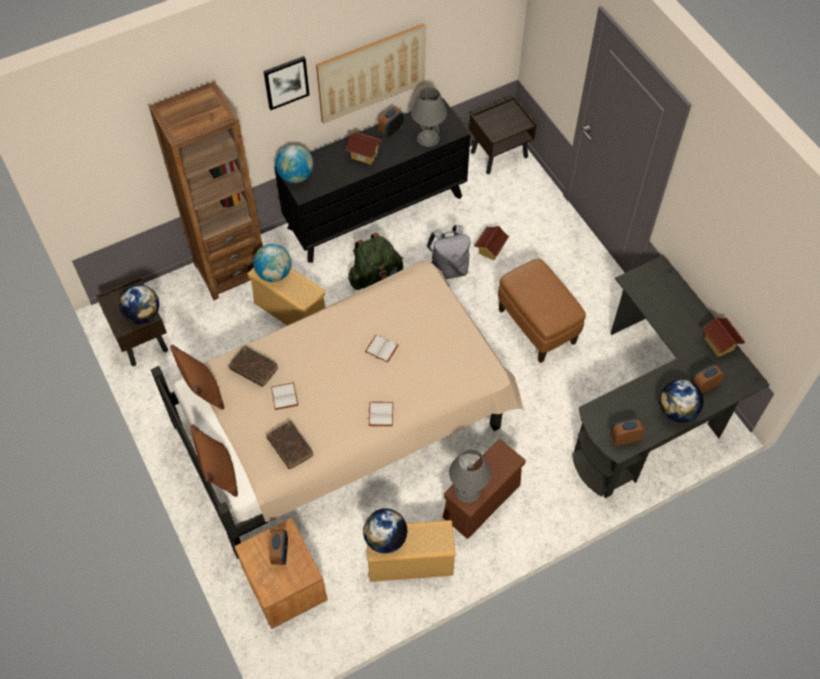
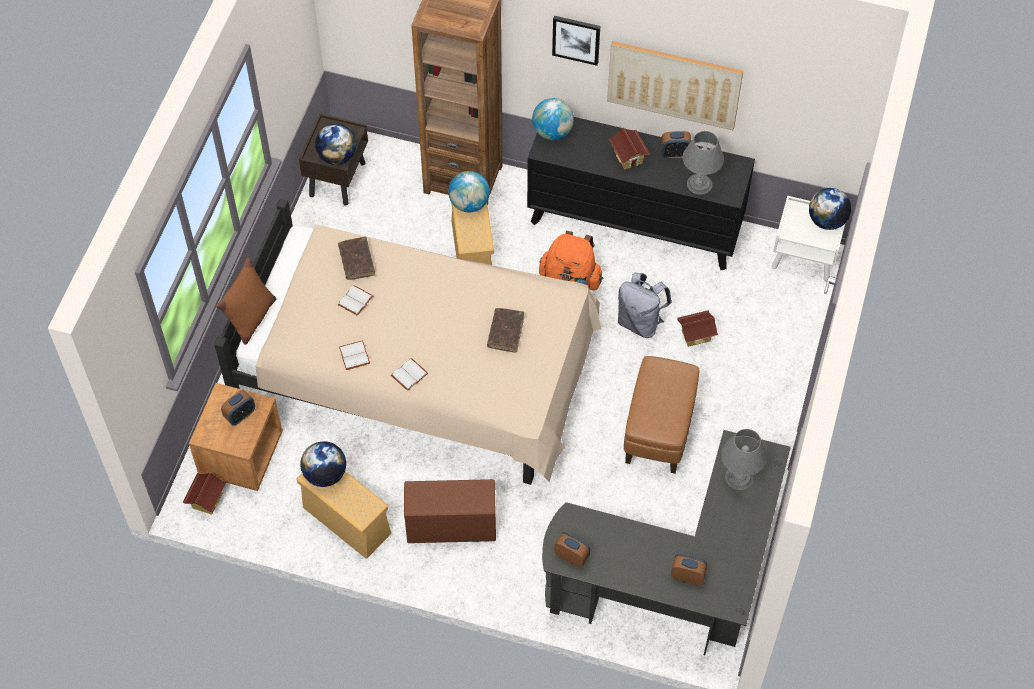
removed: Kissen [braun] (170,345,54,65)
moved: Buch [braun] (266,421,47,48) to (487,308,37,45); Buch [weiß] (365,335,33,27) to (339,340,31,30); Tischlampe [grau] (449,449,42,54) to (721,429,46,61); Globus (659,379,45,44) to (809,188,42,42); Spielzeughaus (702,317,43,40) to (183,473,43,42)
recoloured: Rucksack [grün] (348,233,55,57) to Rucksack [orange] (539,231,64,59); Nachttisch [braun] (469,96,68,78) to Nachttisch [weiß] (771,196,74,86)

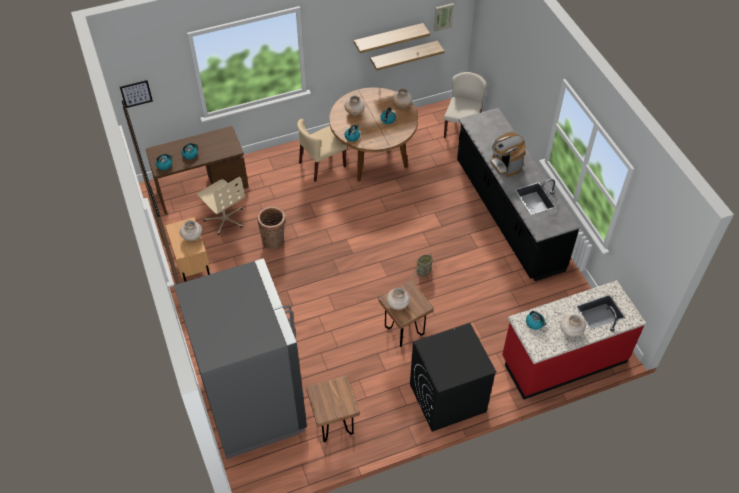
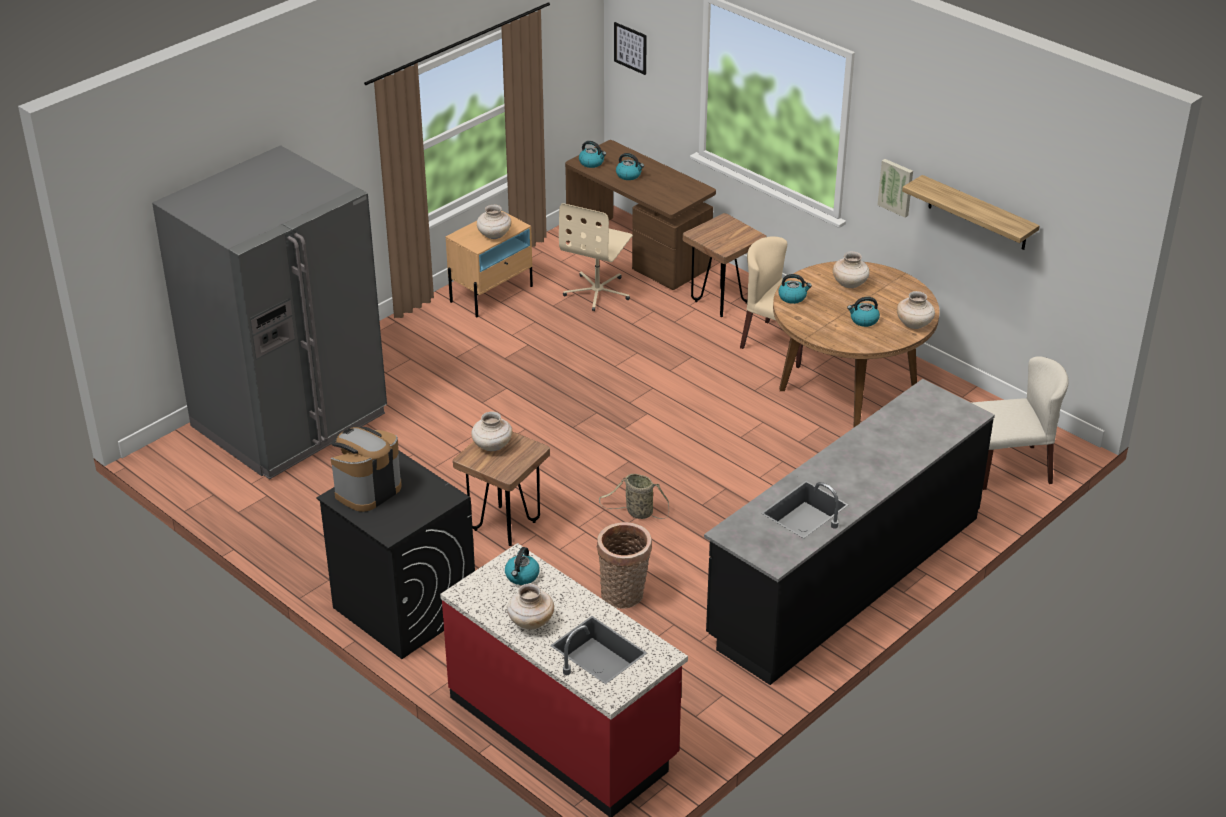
removed: Wandregal (370,41,75,29)
moved: Korb (258,207,28,42) to (597,522,55,87); Hocker [braun] (306,376,54,66) to (683,213,84,104); Bild (434,3,20,29) to (877,159,36,59); Kaffeemaschine (490,132,36,45) to (331,427,71,85)

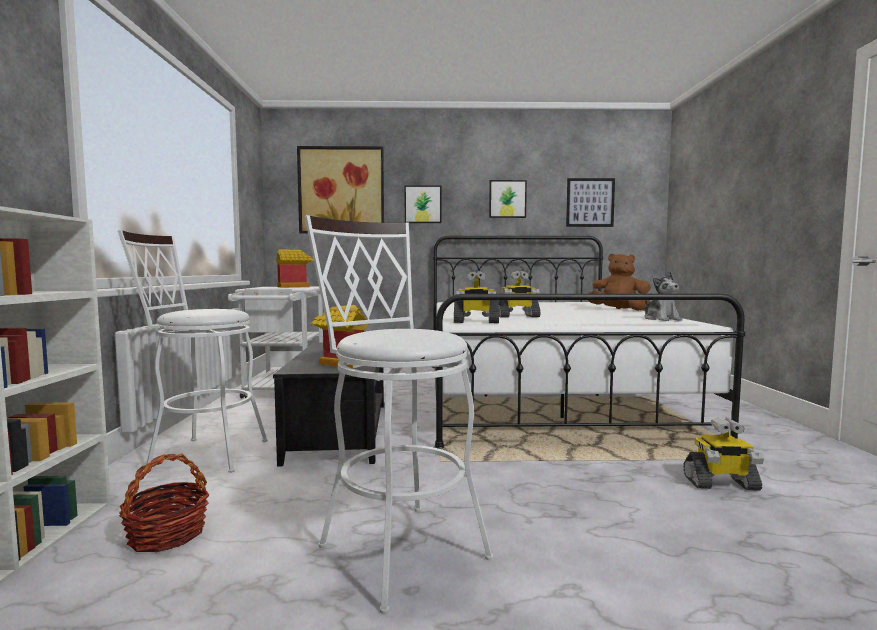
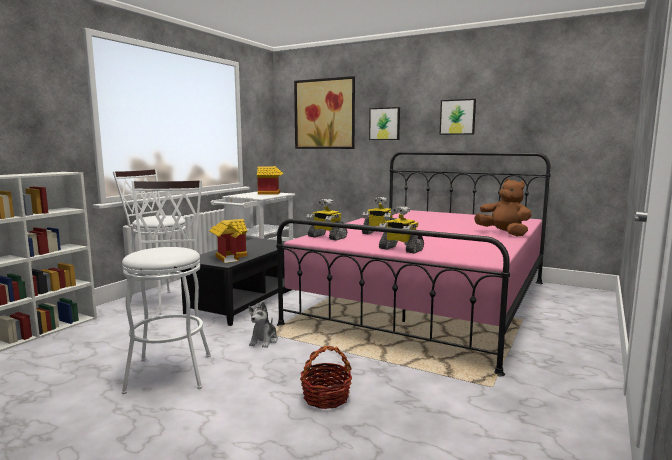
removed: Bild (566,178,49,49)
moved: Korb (119,454,90,98) to (300,346,52,63); Plüschtier (644,271,38,50) to (248,302,30,46); Spielzeugroboter (683,417,81,74) to (379,206,45,48)
recoloured: Bett [weiß] (432,236,313,213) to Bett [rosa] (276,151,275,226)

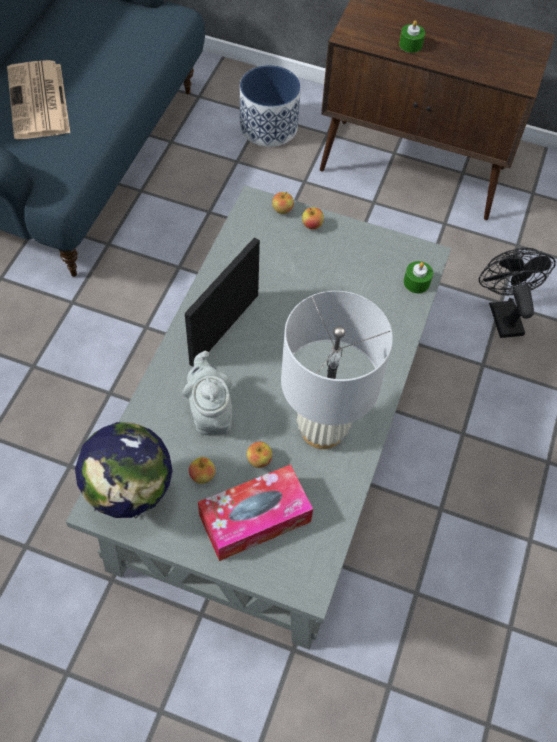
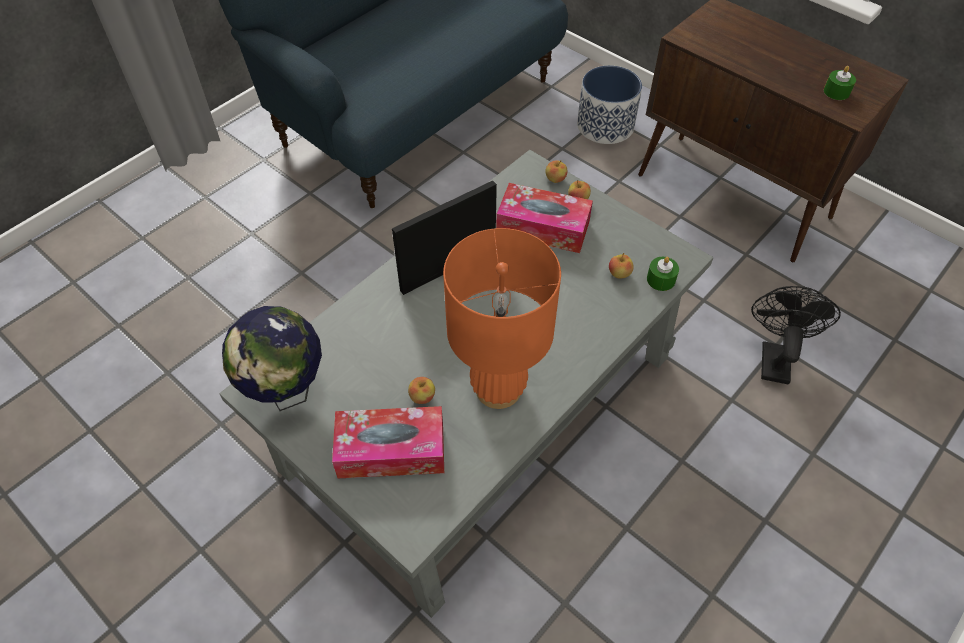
removed: Zeitung (7,60,63,79); Teekanne [grau] (182,351,50,84)
added: Taschentuchbox (496,183,97,70)
moved: Apfel (189,457,27,27) to (609,253,25,26); Kerze [grün] (399,20,26,33) to (824,66,32,34)
recoloured: Tischlampe [weiß] (281,291,112,158) to Tischlampe [orange] (443,228,118,181)

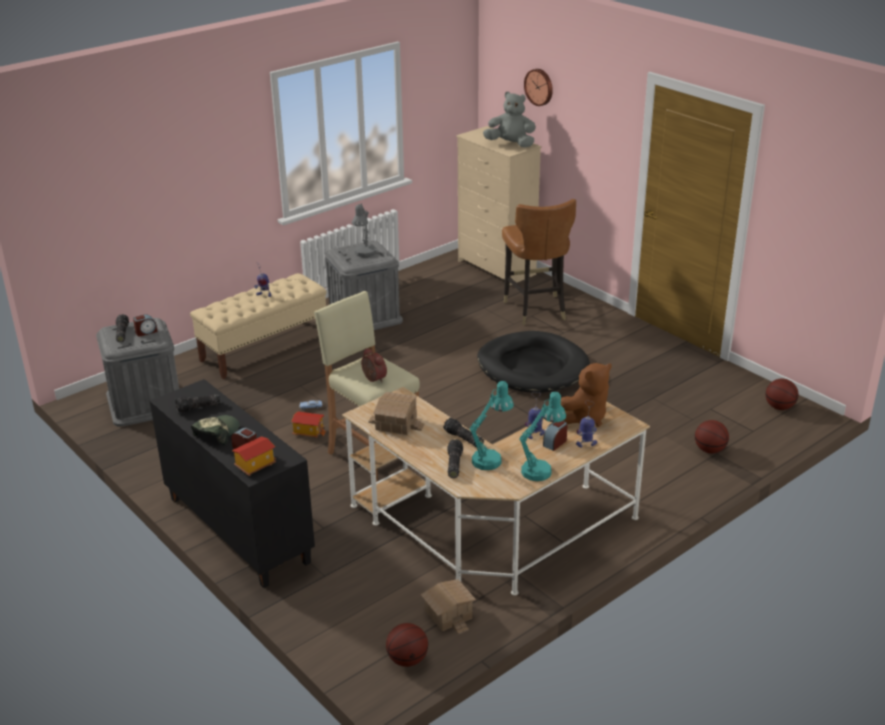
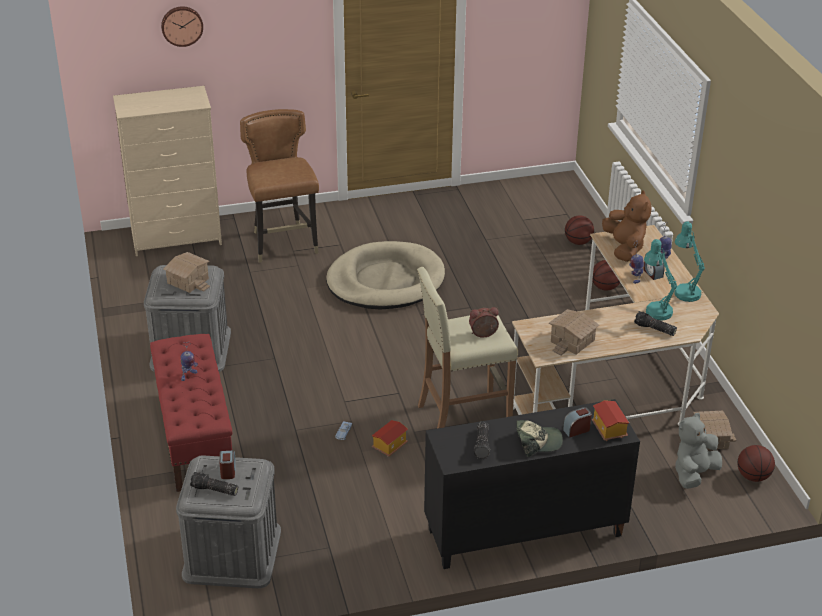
removed: Taschenlampe (443,418,41,30)
moved: Plüschtier [grau] (483,91,53,57) to (675,413,47,76); Basketball (766,379,32,31) to (592,260,28,31)
replaced: Tischlampe [grau] (352,203,24,54) to Spielzeughaus (163,252,47,41)
recoloured: Bank [beige] (190,273,137,106) to Bank [rot] (150,334,82,158); Hundebett [schwarz] (477,331,113,62) to Hundebett [beige] (326,241,119,68)
turned: Kappe (191,415,49,31) = (516,420,47,37) 120 degrees clockwise; Stuhl [braun] (502,199,74,126) = (240,109,79,154) 120 degrees counterclockwise

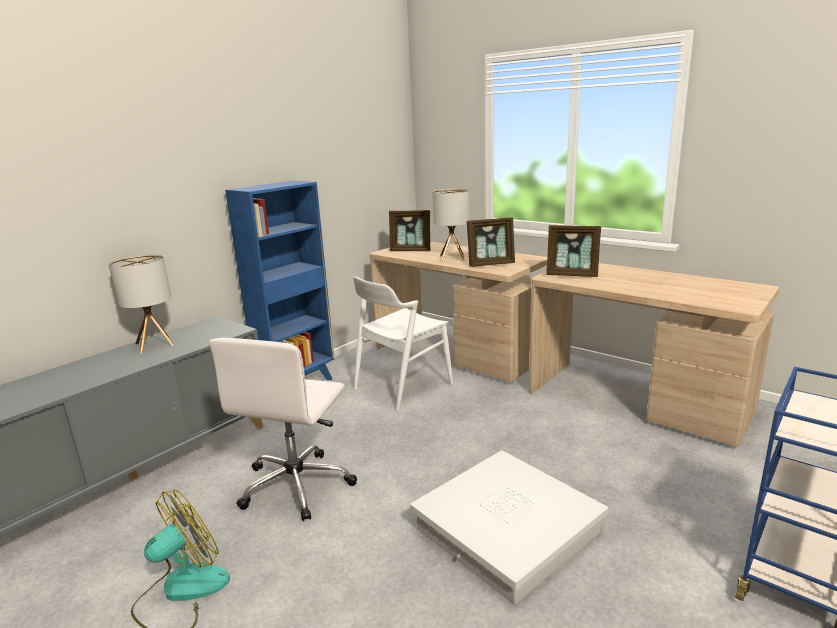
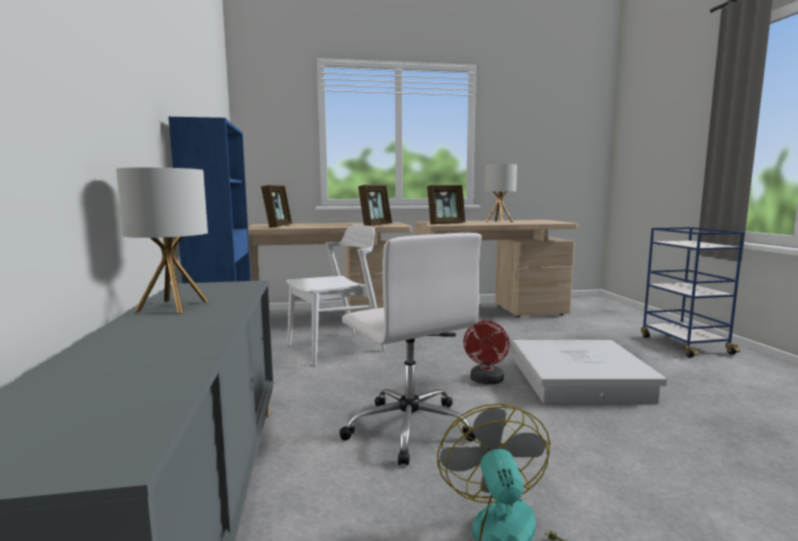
added: Ventilator [rot] (463,321,47,63)
moved: Tischlampe (432,189,38,72) to (484,164,33,59)
turned: Stuhl [weiß] (353,277,100,135) = (286,225,99,141) 120 degrees counterclockwise; Bilderrahmen (389,210,41,41) = (261,185,31,43) 45 degrees counterclockwise

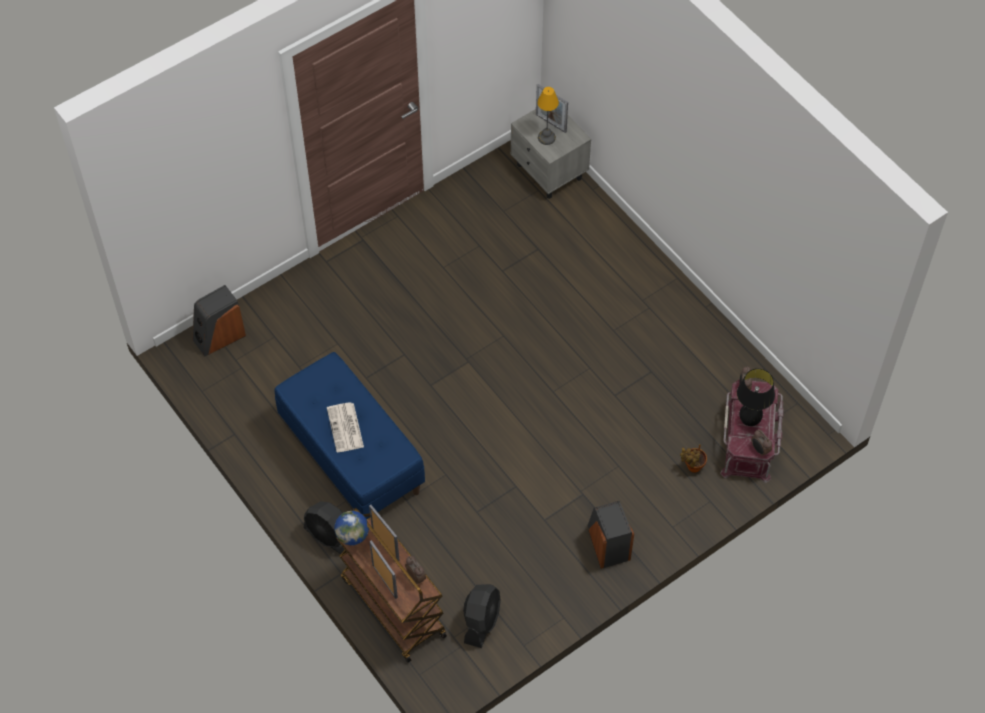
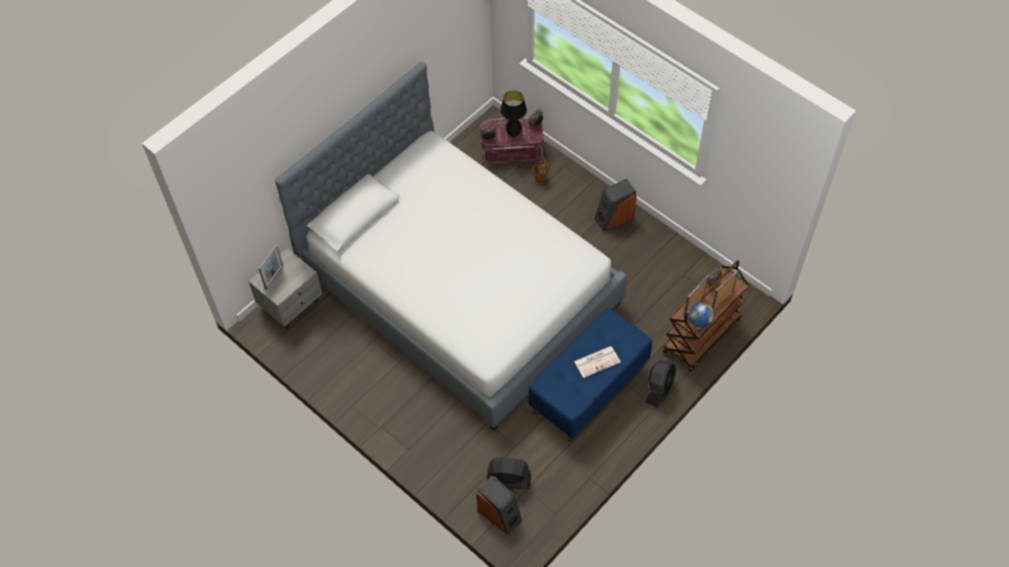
removed: Tischlampe (537,87,22,58)
added: Bett (275,62,352,369)
moved: Ventilator [schwarz] (463,584,38,64) to (487,457,44,32)

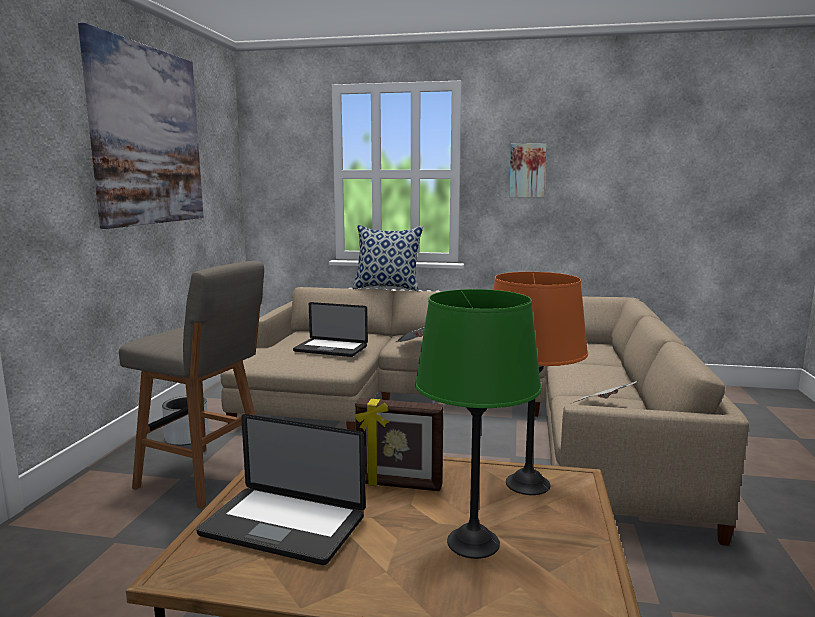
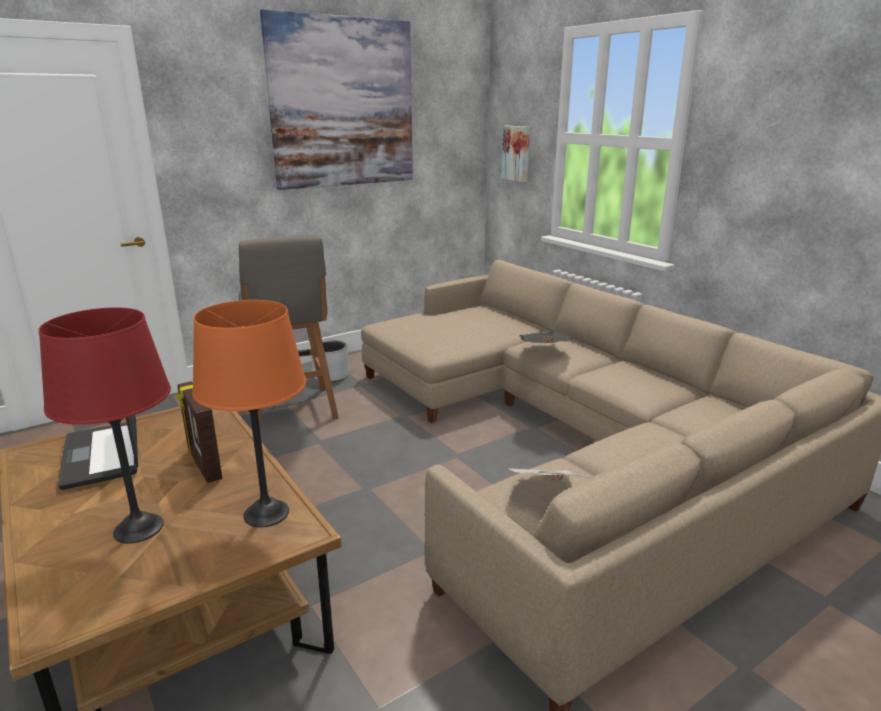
removed: Laptop (293,302,75,55); Kissen (353,225,70,66)
moved: Bild (509,143,37,54) to (501,126,29,56)
recoloured: Tischlampe [grün] (415,289,127,270) to Tischlampe [rot] (38,307,133,237)

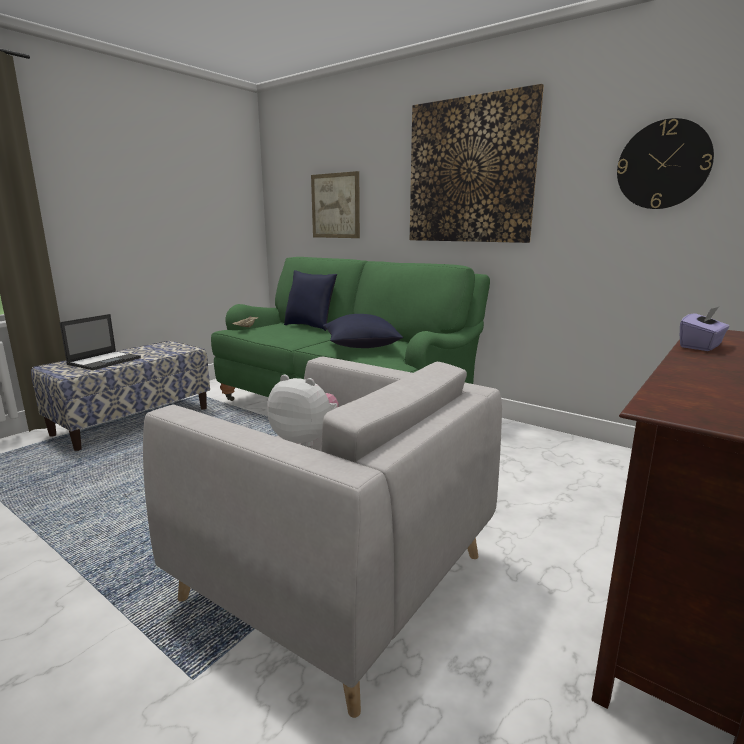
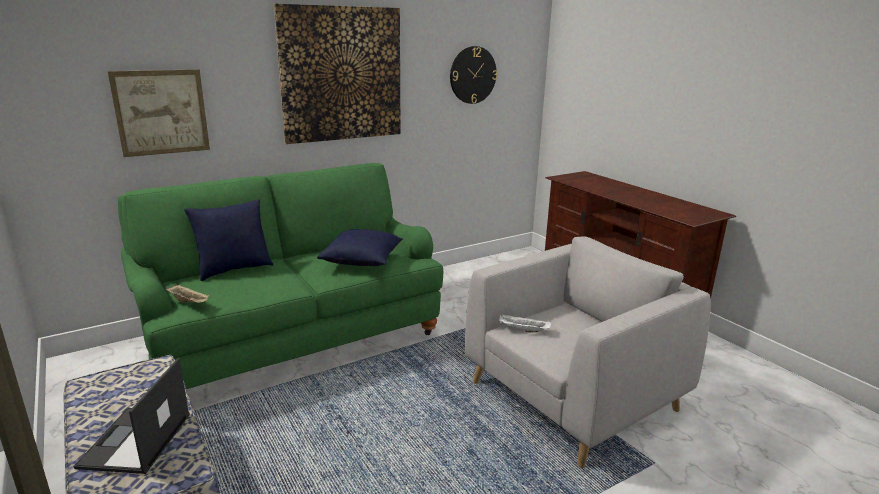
removed: Taschentuchbox [lila] (680,307,50,44)
replaced: Plüschtier (267,374,72,73) to Tablett [weiß] (499,314,52,18)
turned: Laptop (59,314,82,56) = (73,358,117,116) 135 degrees counterclockwise

